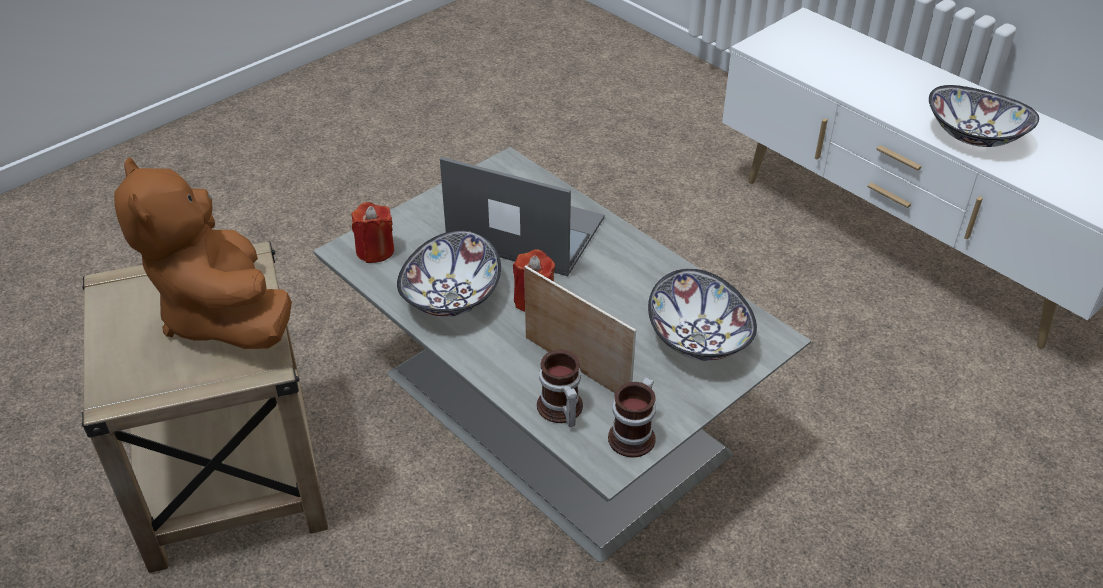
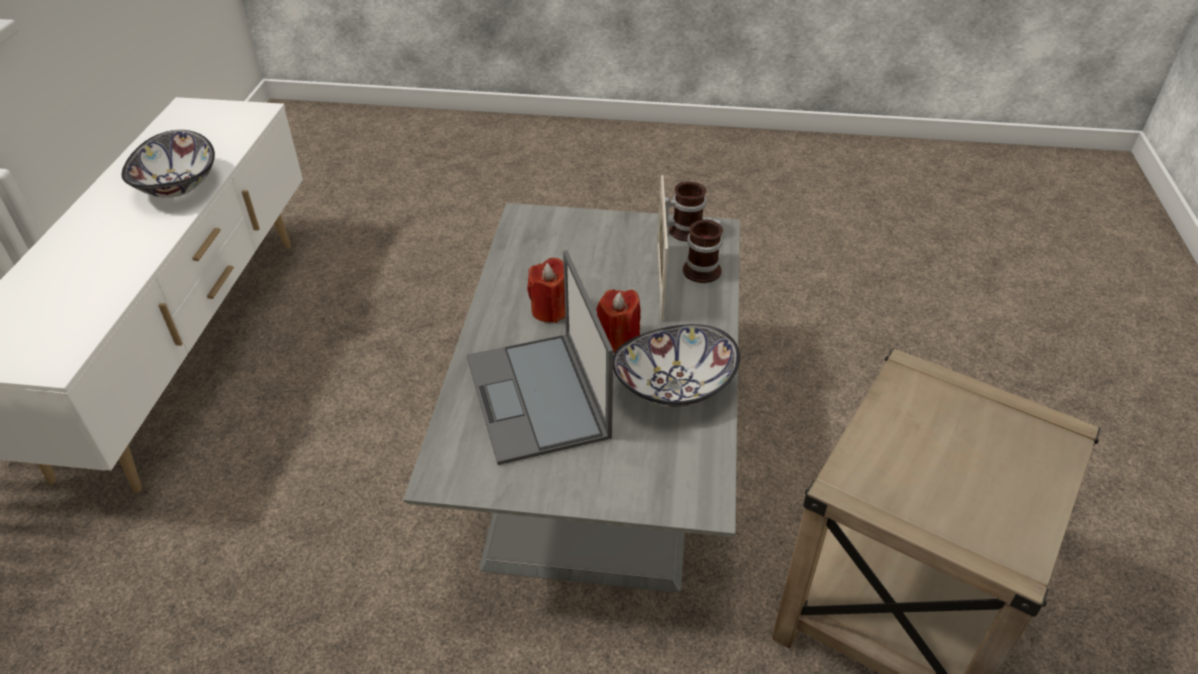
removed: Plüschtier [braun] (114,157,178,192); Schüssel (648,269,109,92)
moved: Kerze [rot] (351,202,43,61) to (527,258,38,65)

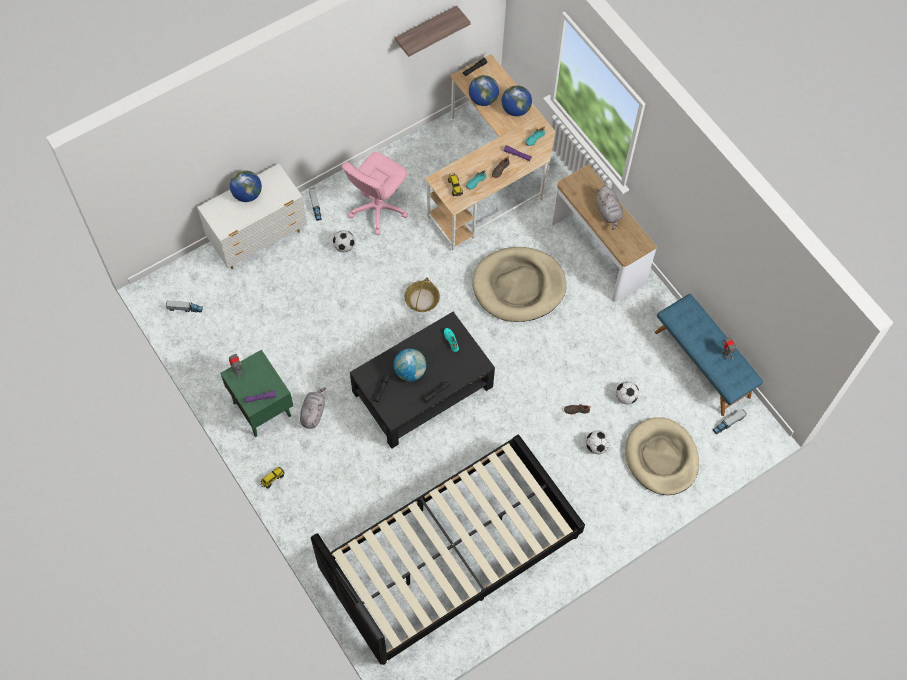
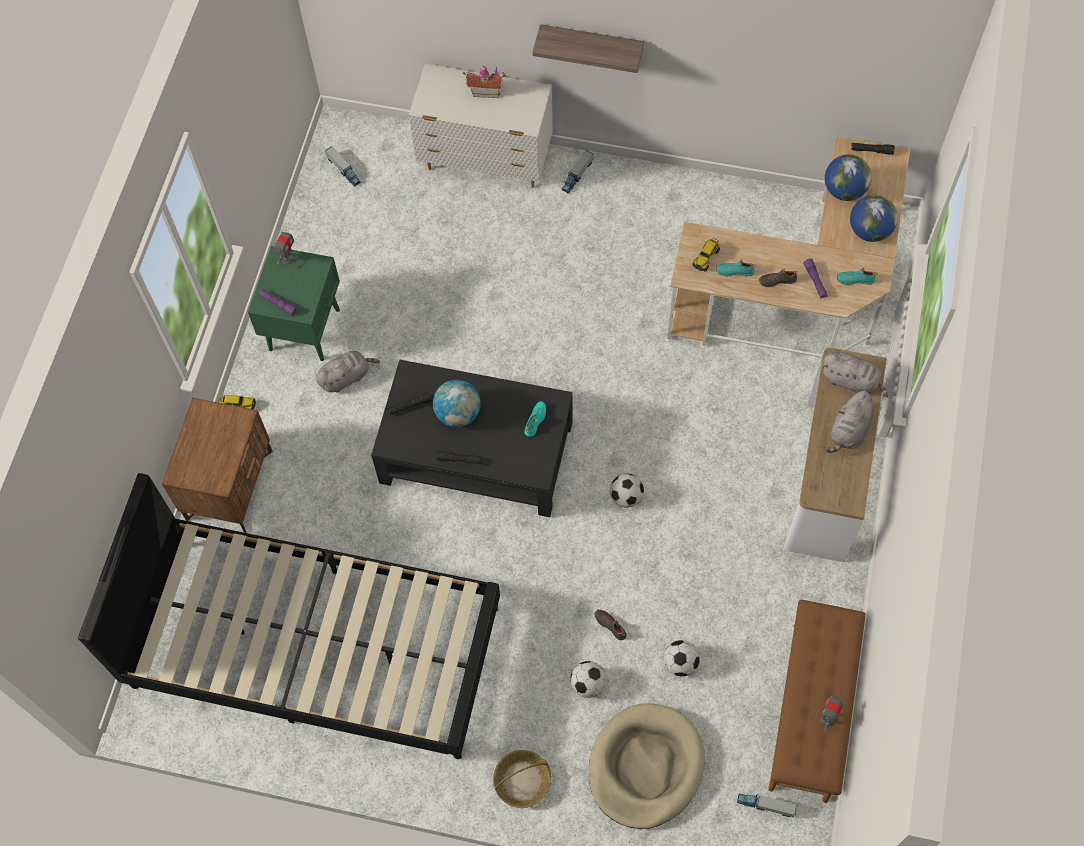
removed: Bürostuhl [rosa] (342,152,66,83); Hundebett [beige] (472,247,94,75)
added: Nachttisch [braun] (162,398,111,135); Plüschtier [grau] (822,352,66,45)
moved: Fußball (333,230,22,22) to (610,473,34,35); Wandregal (395,6,75,51) to (532,24,112,49); Korb (405,277,35,35) to (493,750,58,58)
replaced: Globus (230,170,32,32) to Spielzeughaus (463,65,43,33)
recoloured: Bank [blau] (655,294,108,122) to Bank [braun] (768,600,98,203)

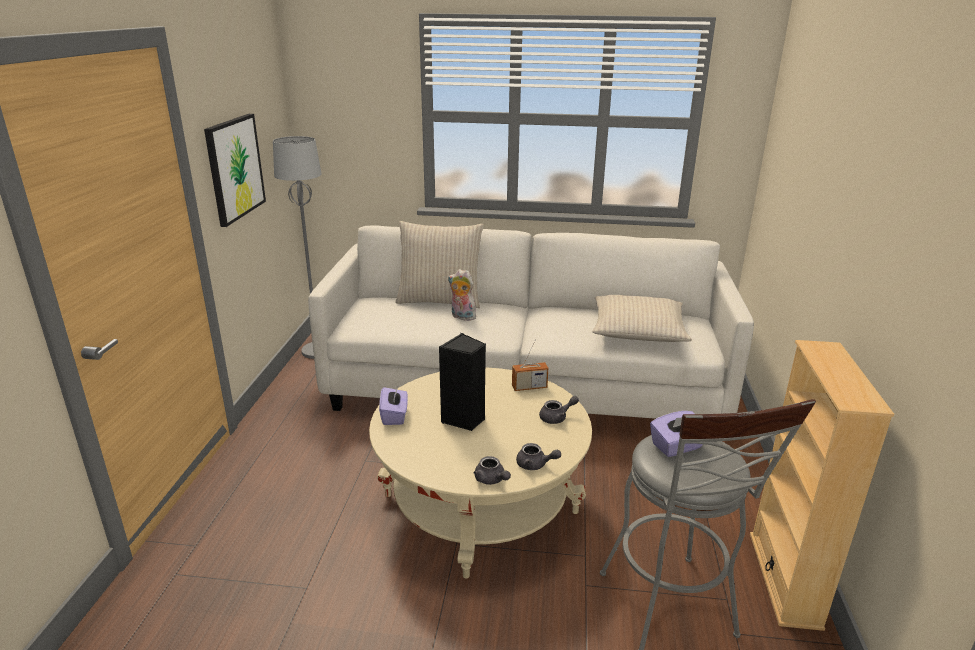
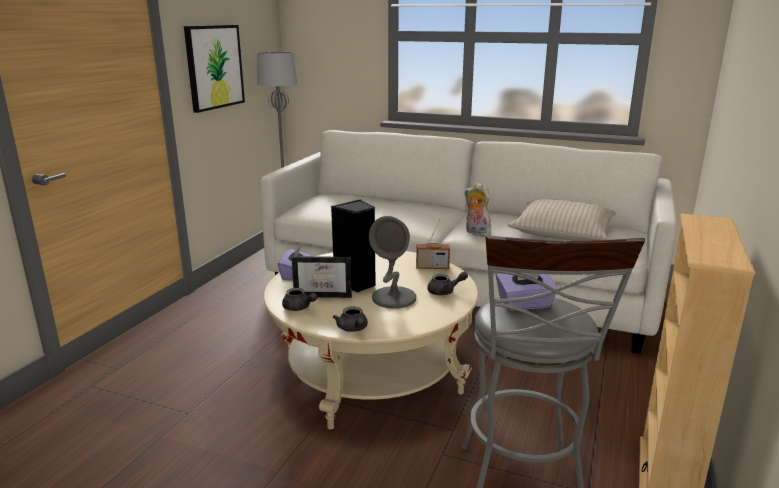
removed: Kissen [beige] (396,221,88,87)
added: Bilderrahmen (292,256,60,42); Tischlampe [grau] (369,216,47,93)
moved: Plüschtier (448,269,28,52) to (464,182,28,55); Teekanne [grau] (516,443,45,27) to (282,288,35,23)

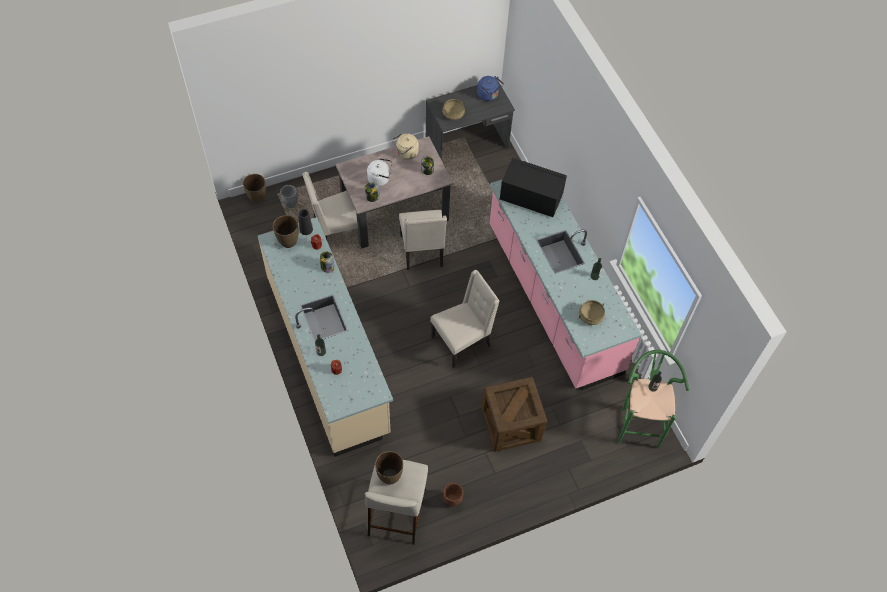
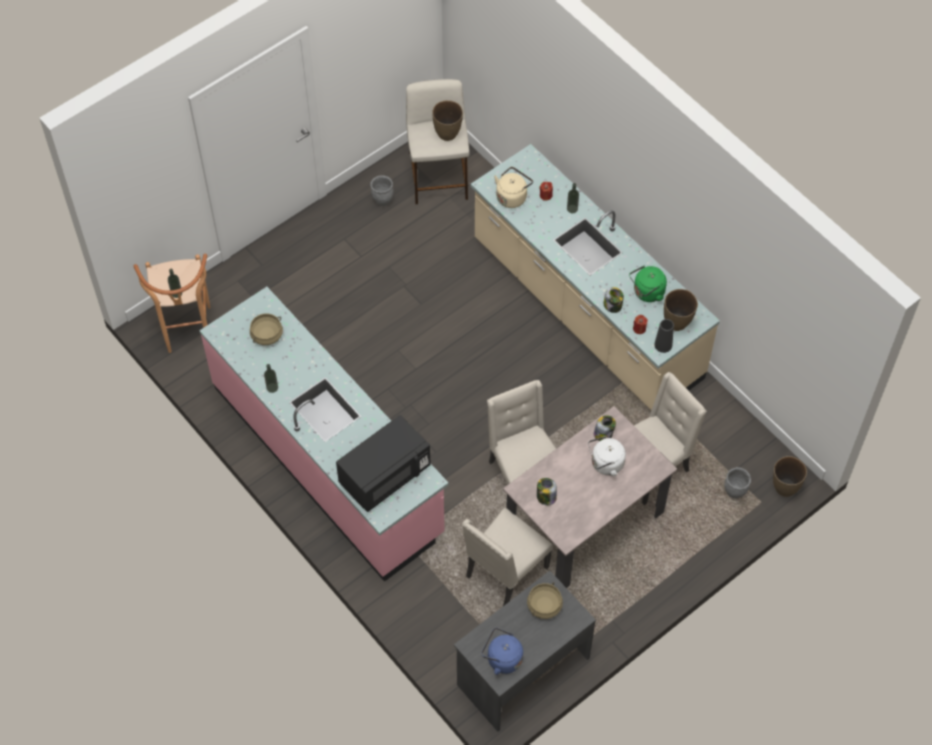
removed: Kiste (482,377,65,75)
added: Wasserkessel [grün] (629,265,38,37)
moved: Wasserkessel [beige] (392,133,27,27) to (494,167,39,41); Stuhl [beige] (430,270,70,98) to (462,507,91,99)
recoloured: Pflanzkübel [braun] (443,483,20,23) to Pflanzkübel [grau] (370,176,24,30); Hocker [grün] (617,350,72,98) to Hocker [braun] (133,254,77,99)
turned: Mikrowelle [schwarz] (500,158,67,59) = (336,415,95,97) 45 degrees counterclockwise

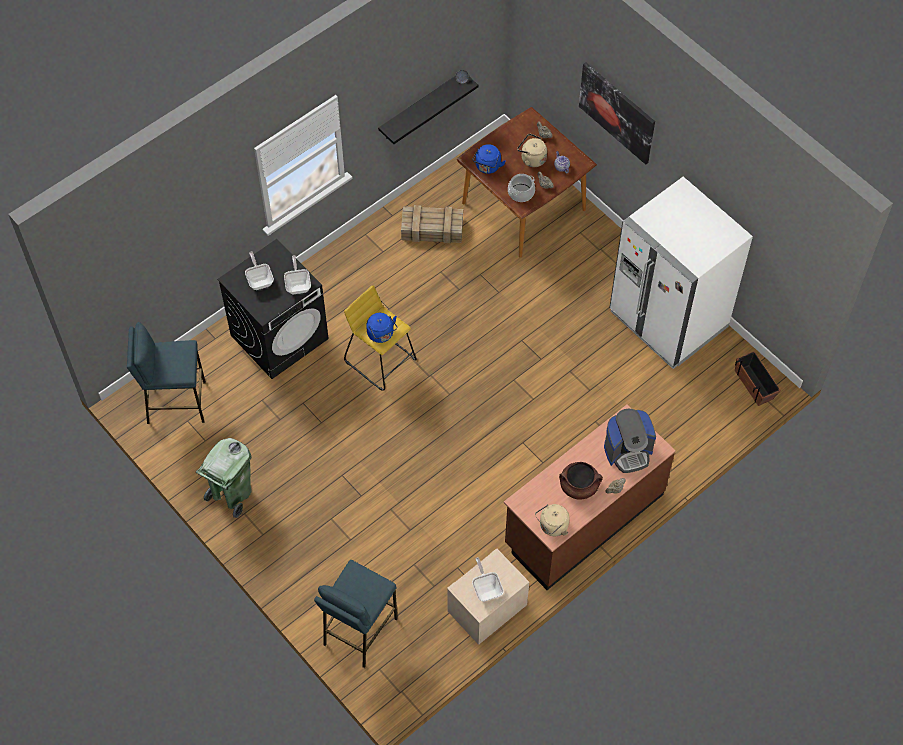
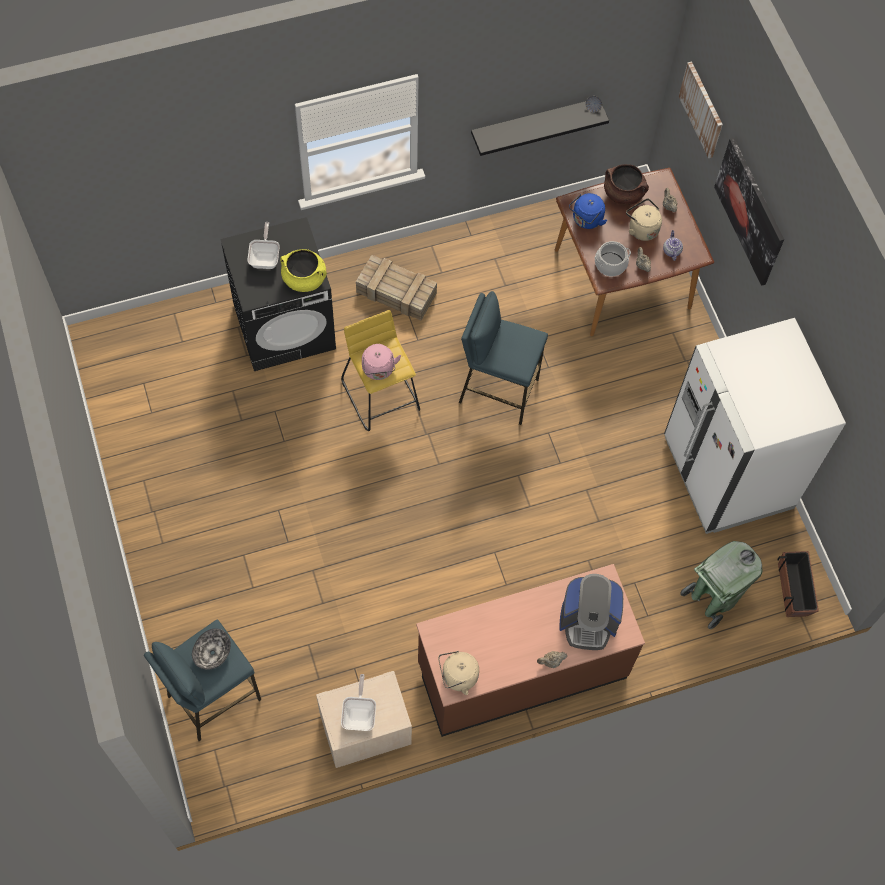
added: Schüssel (192,628,39,42); Bild (679,61,44,97)
moved: Hocker [blau] (127,322,79,102) to (459,291,89,134); Mülleimer [grün] (196,438,56,80) to (680,541,83,88); Kiste (401,205,62,38) to (356,255,81,65); Kochtopf [braun] (559,462,44,37) to (604,164,45,41)
replaced: Pfanne (284,255,27,39) to Kochtopf [gelb] (280,249,47,43)
recoloured: Wasserkessel [blau] (366,313,31,30) to Wasserkessel [rosa] (362,344,39,36)

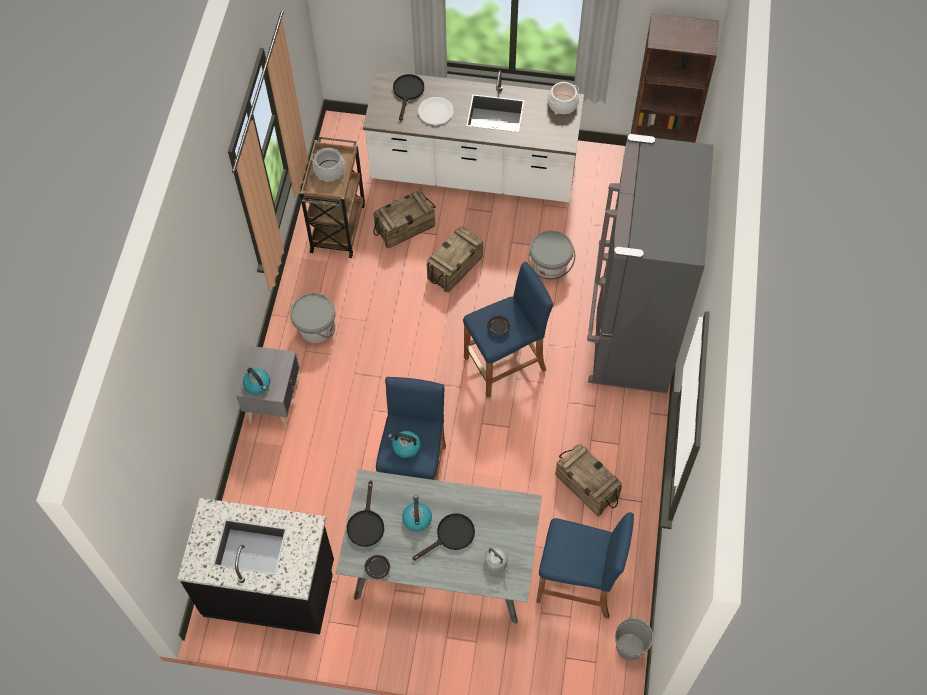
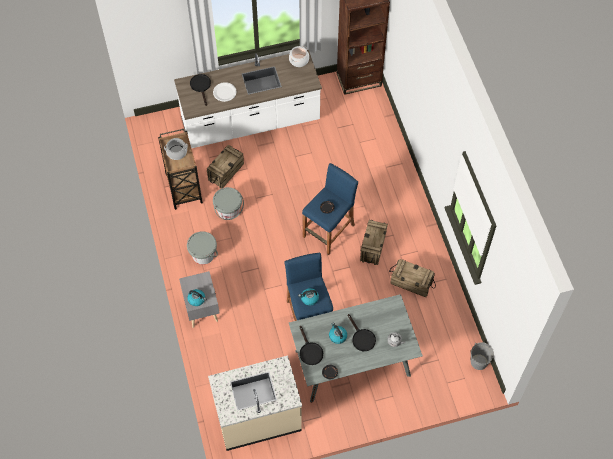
removed: Hocker [blau] (536,512,98,107); Kühlschrank [grau] (587,134,127,259)
moved: Kiste (427,226,56,67) to (360,220,28,45); Eimer [grau] (528,231,47,49) to (213,187,31,33)
recoloured: Küchenzeile [schwarz] (177,498,157,136) to Küchenzeile [beige] (208,355,94,96)
turned: Pfanne [schwarz] (413,513,62,47) = (348,314,28,37) 120 degrees clockwise

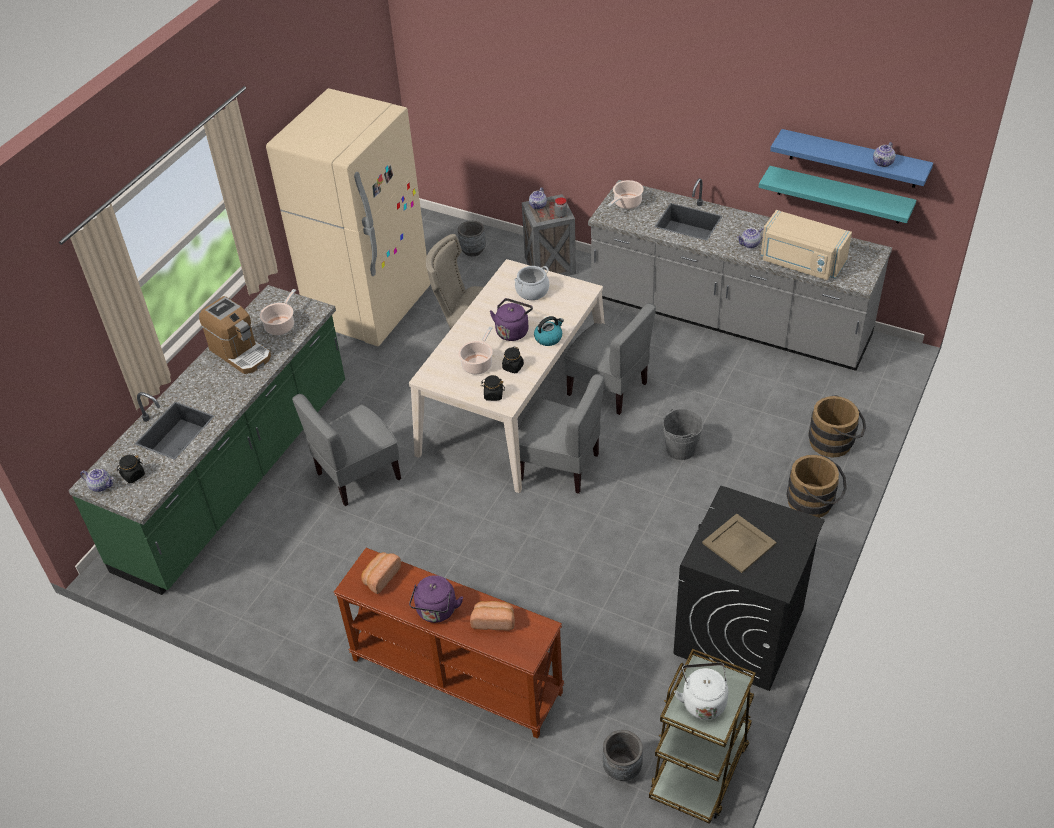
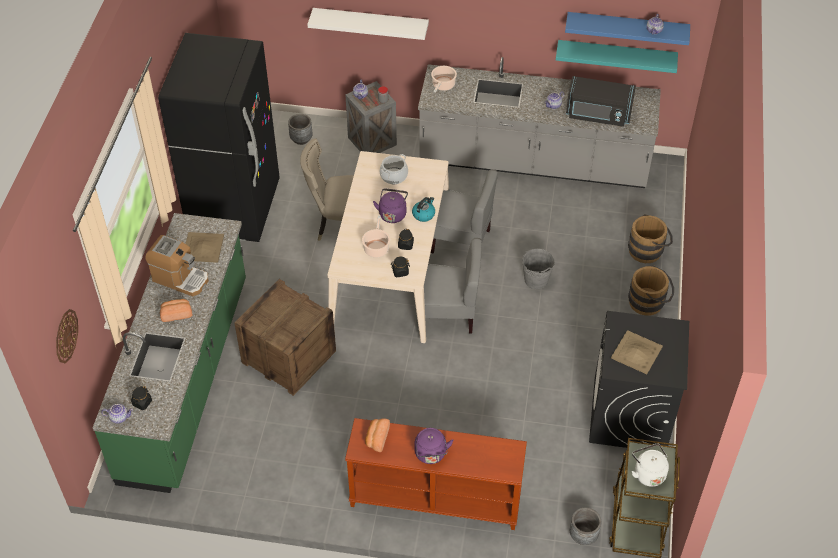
added: Wanduhr (56,309,22,55); Wandregal [weiß] (307,8,122,32)
moved: Brot (470,601,45,30) to (160,299,33,23)
replaced: Kochtopf (260,289,36,46) to Tablett [beige] (186,232,38,31); Stuhl [grau] (292,394,109,112) to Kiste (234,279,102,117)
recoloured: Kühlschrank [beige] (266,88,164,259) to Kühlschrank [schwarz] (158,33,122,209); Mikrowelle [beige] (761,210,91,70) to Mikrowelle [schwarz] (566,76,70,51)

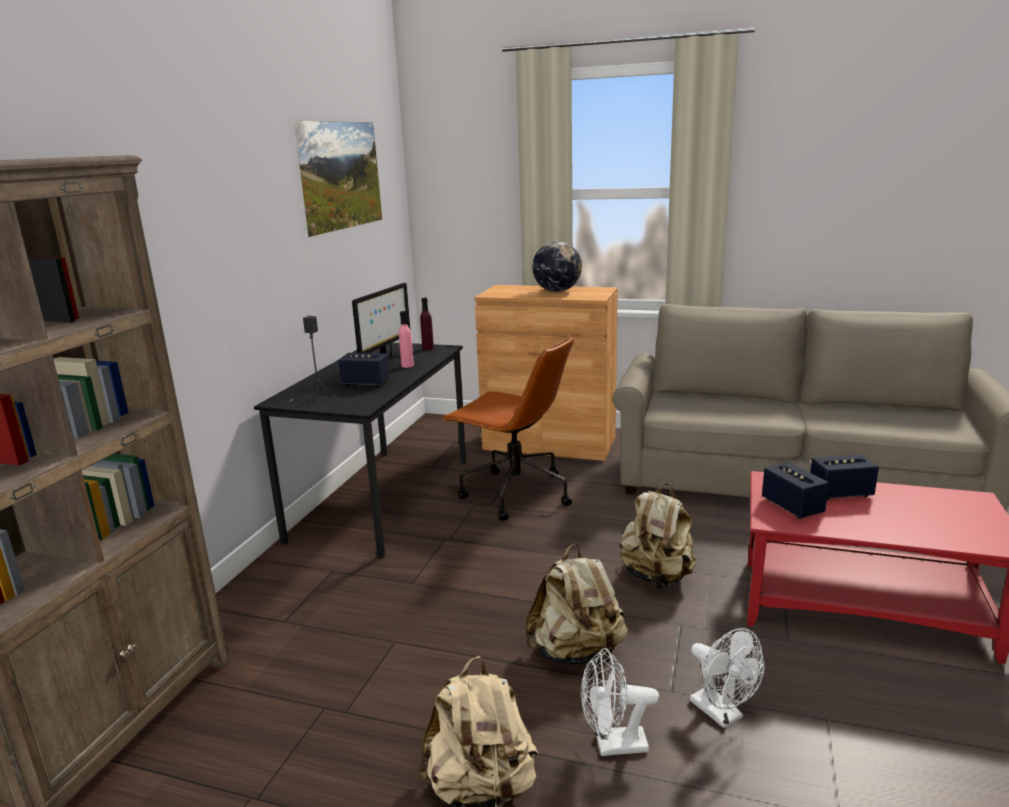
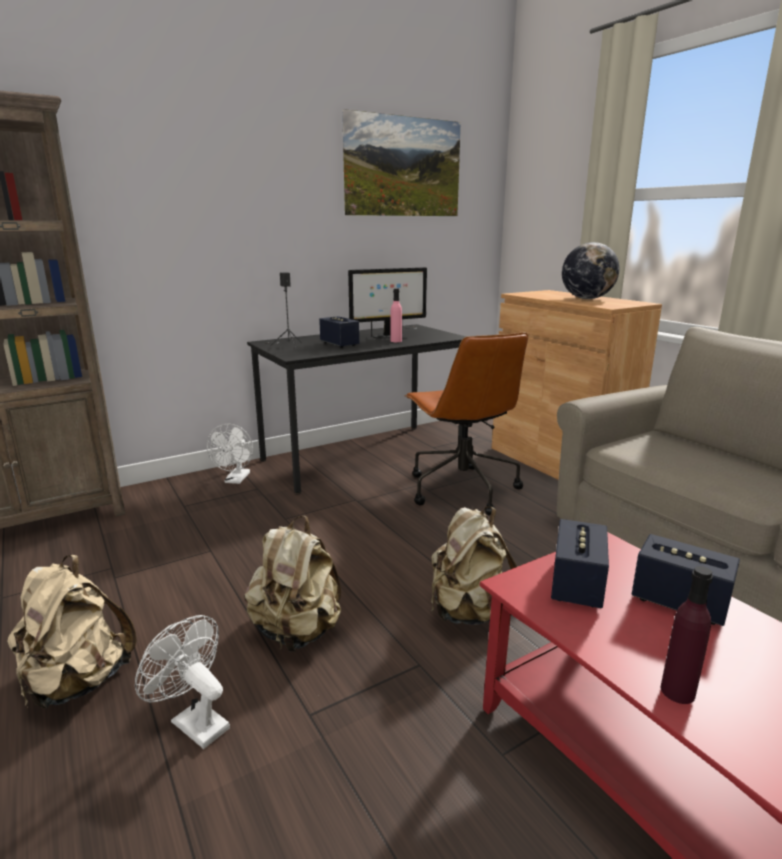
moved: Flasche [lila] (420,298,14,52) to (661,566,52,138); Ventilator [weiß] (690,628,75,100) to (207,424,46,60)

